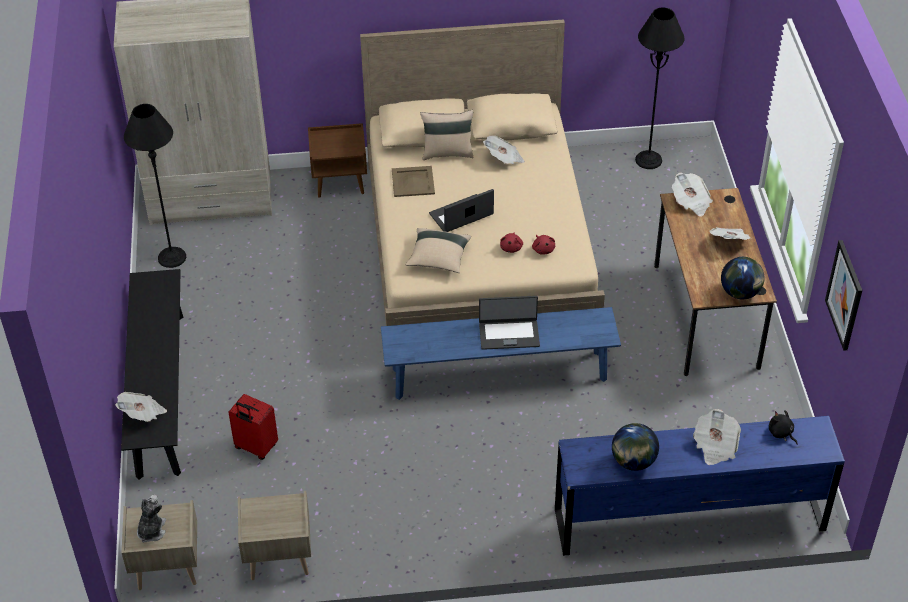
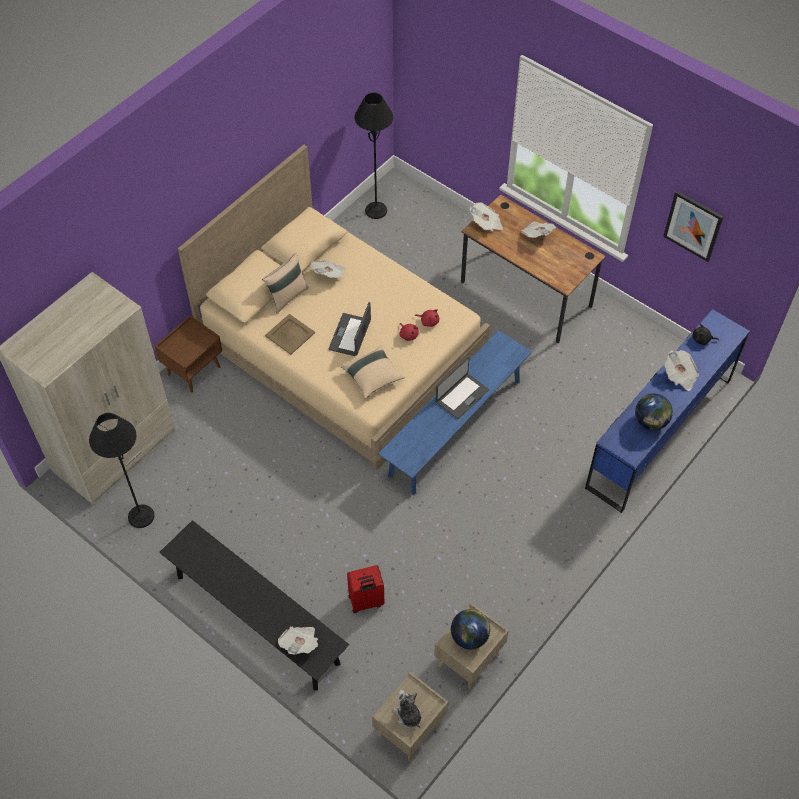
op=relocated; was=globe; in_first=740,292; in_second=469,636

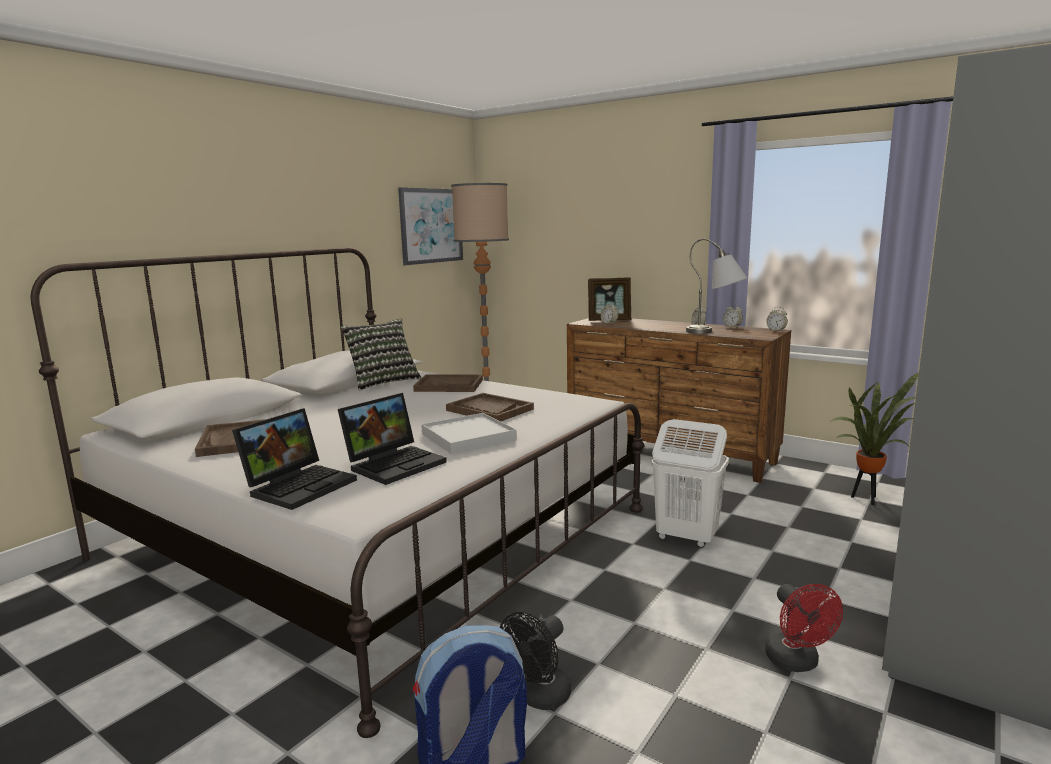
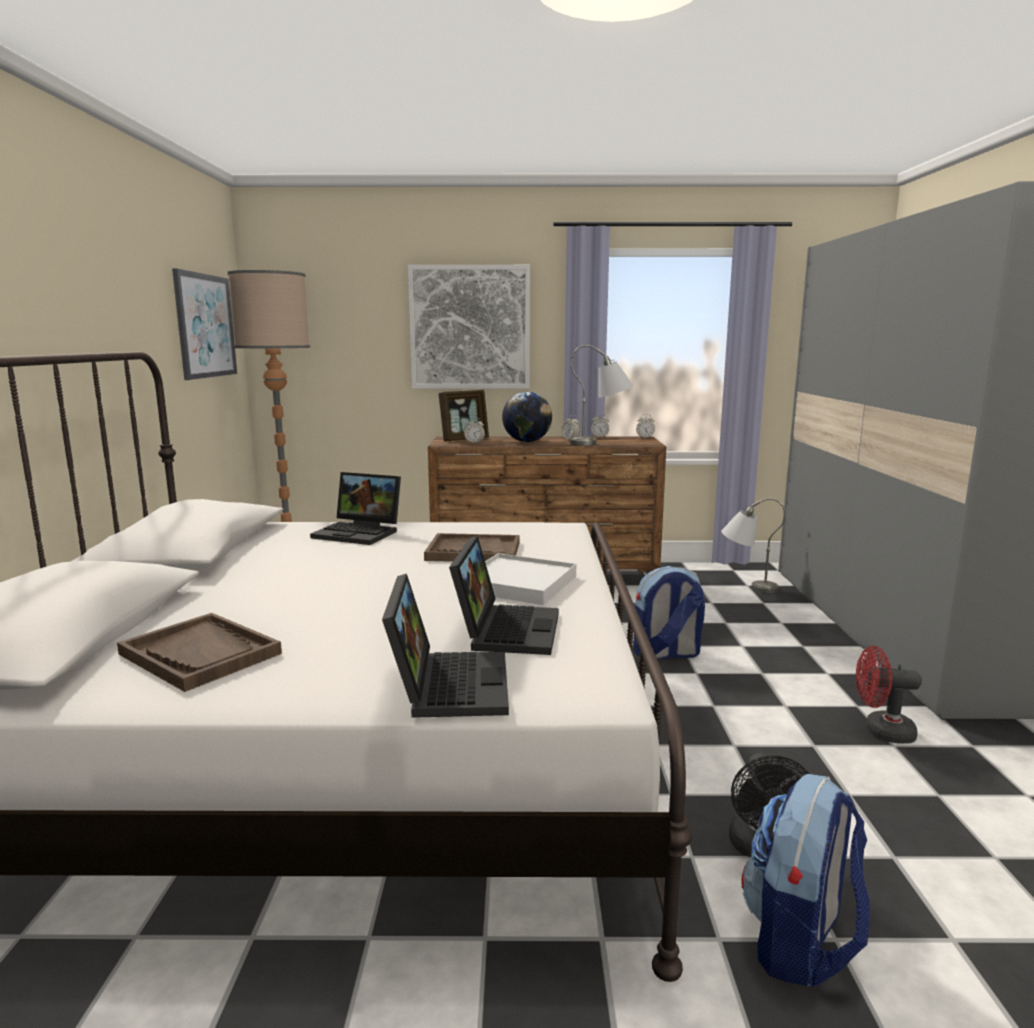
op=missing; was=pillow; in_first=383,382
op=appeared; now=picture; in_second=470,327
op=appeared; now=globe; in_second=527,441
op=exchanged; was=brown tray; now=laptop; in_first=449,385; in_second=360,533
op=exchanged; was=white laundry basket; now=backpack; in_first=686,538; in_second=666,654
op=exchanged; was=potted plant; now=grey table lamp; in_first=868,499; in_second=746,586
op=spun; was=red fan; in_first=797,663; in_second=881,731; clockwise=150

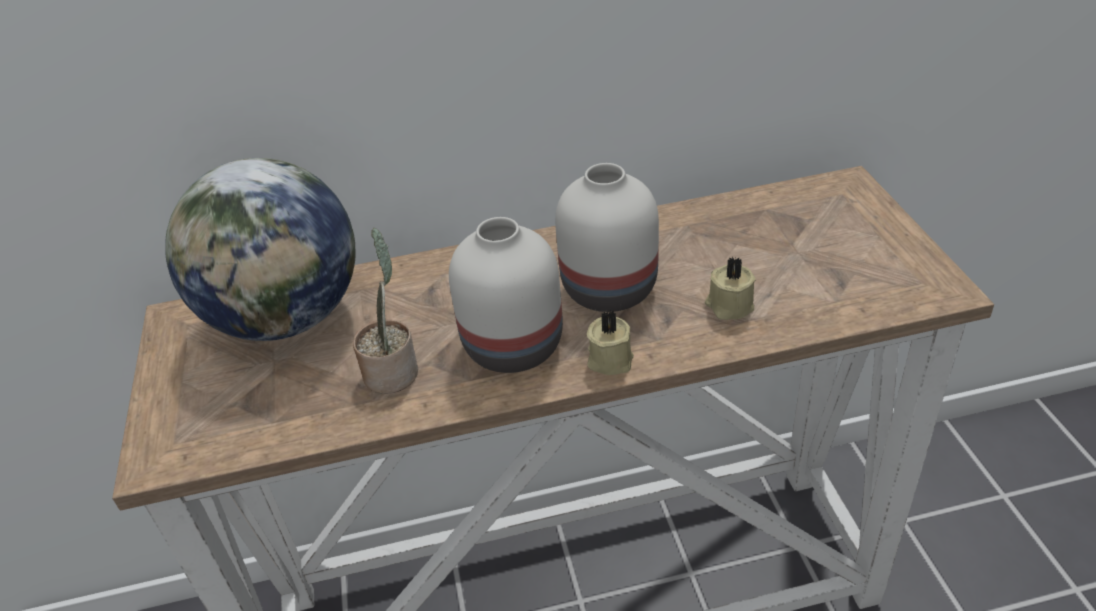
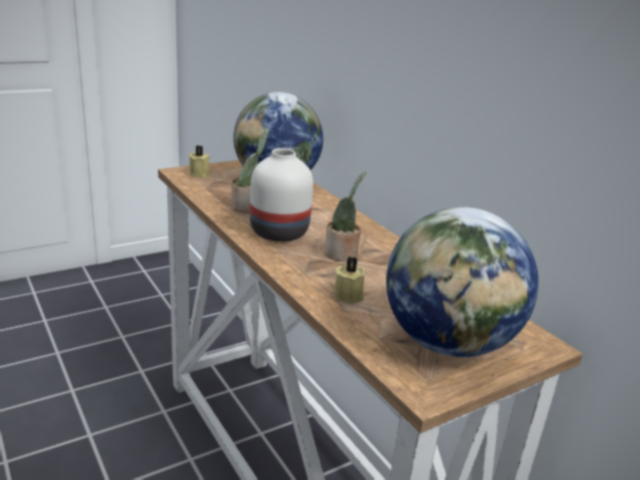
op=appeared; now=globe; in_second=448,343
op=relocated; was=beige candle; in_first=609,359; in_second=200,174
op=exchanged; was=white vase; now=potted plant; in_first=608,290; in_second=342,254

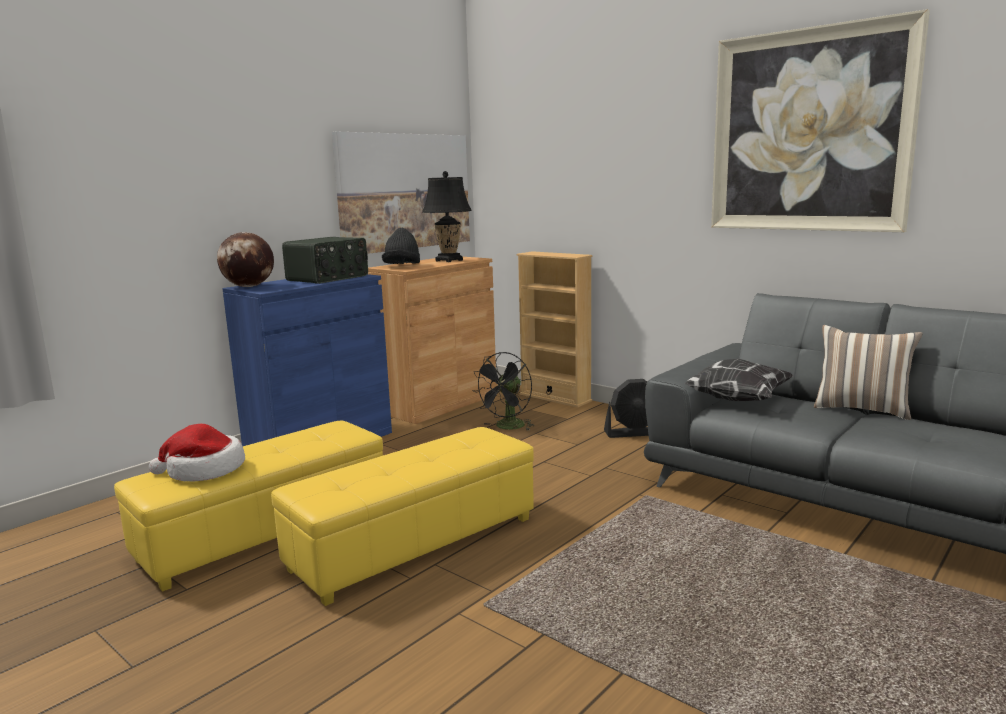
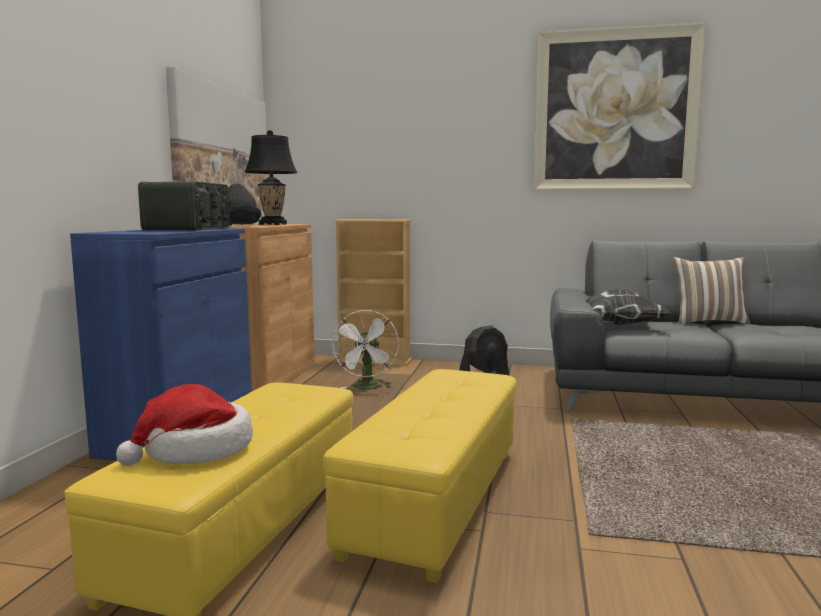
op=missing; was=globe; in_first=249,286
op=colour; was=black fan; now=white fan; in_first=507,427; in_second=367,388

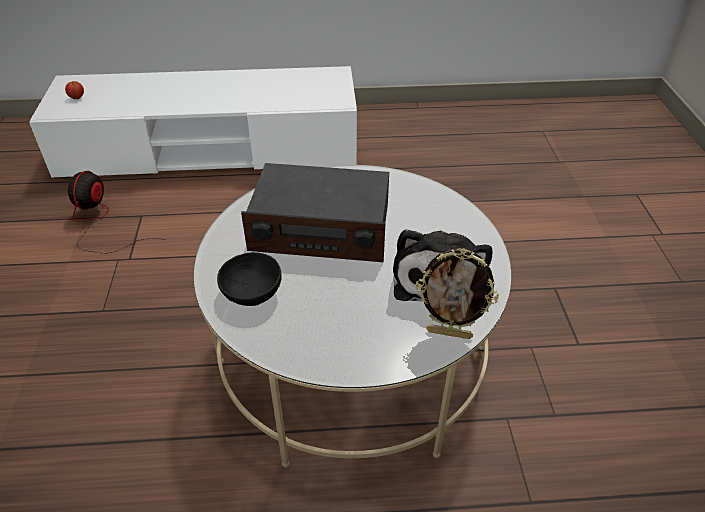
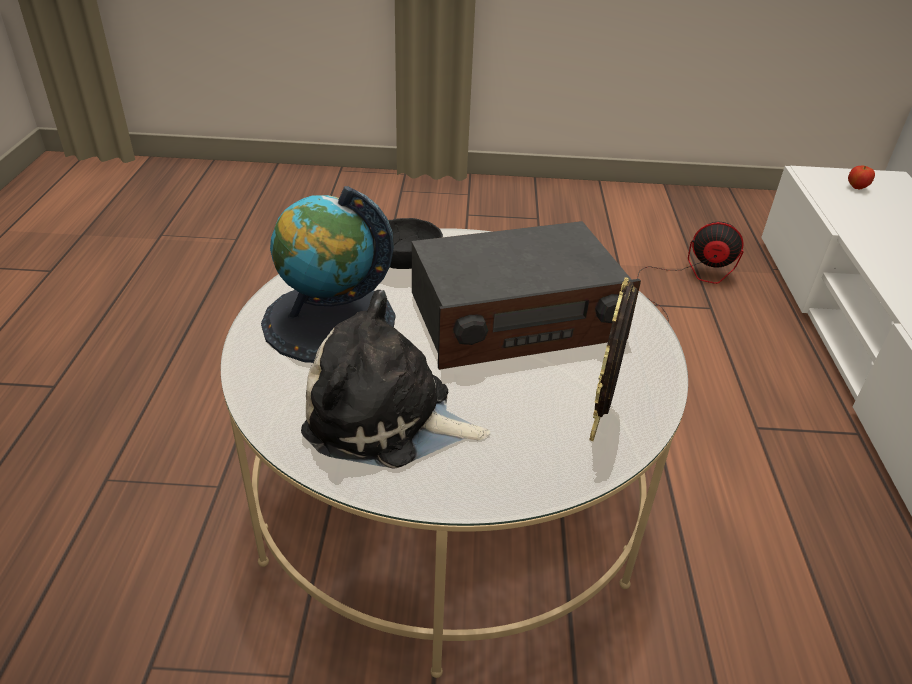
op=appeared; now=globe; in_second=329,321
op=relocated; was=picture frame; in_first=449,333; in_second=599,422
op=spun; was=radio; in_first=321,229; in_second=515,318; clockwise=-120

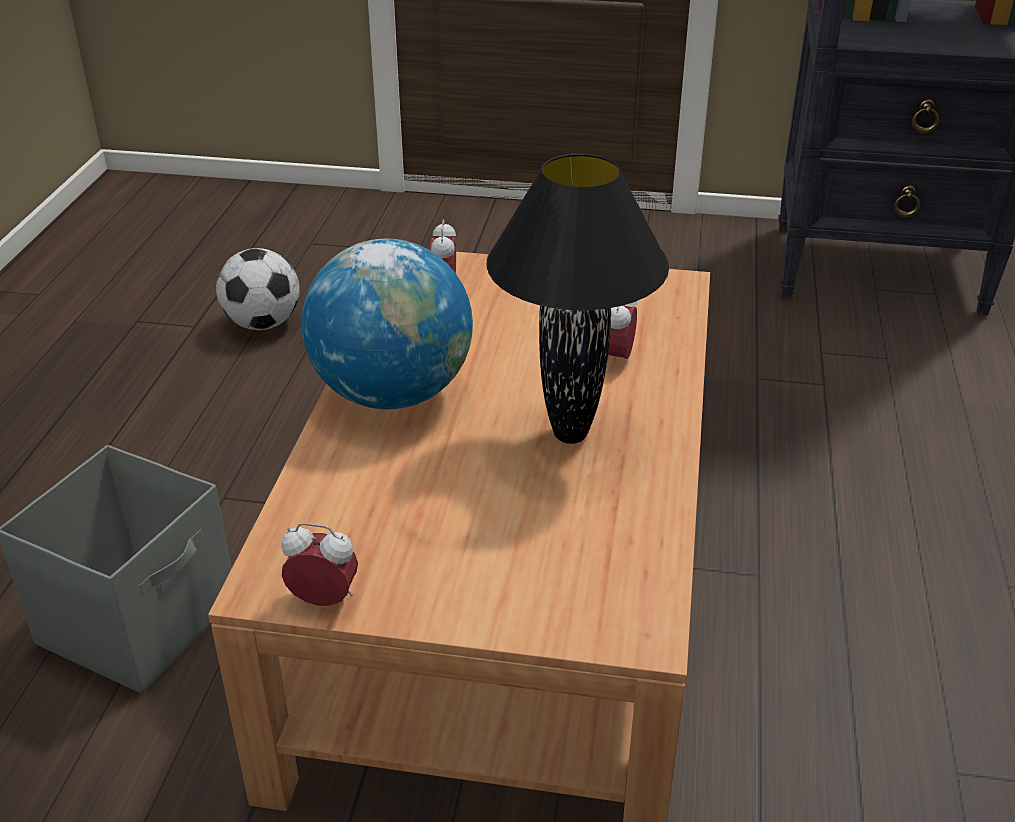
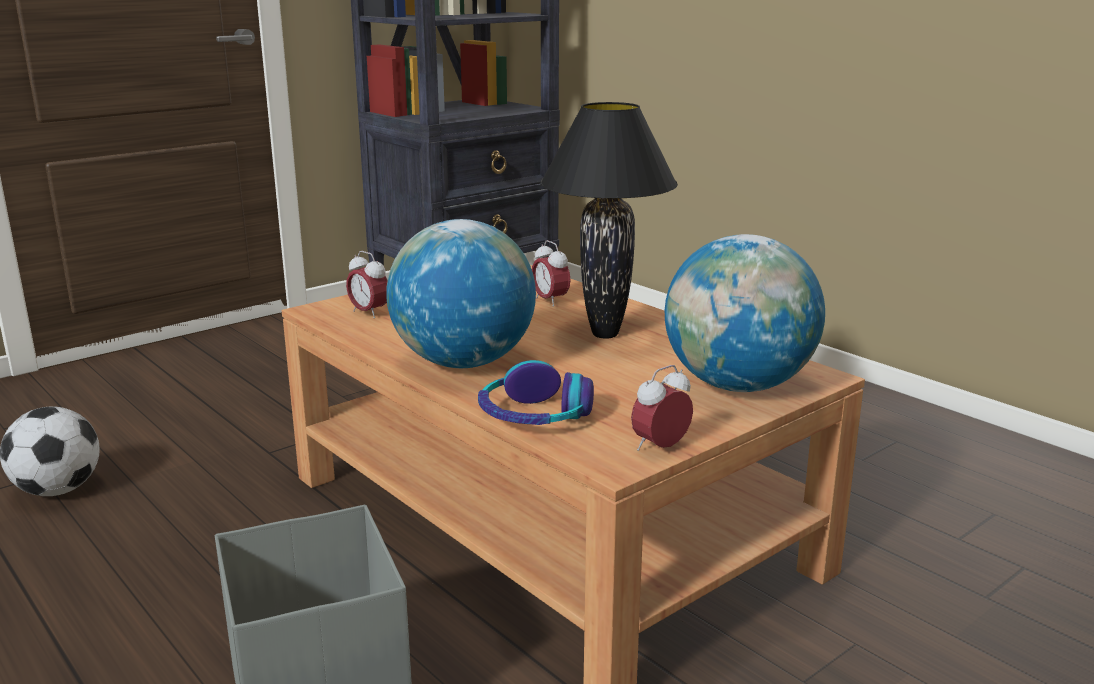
op=appeared; now=headphones; in_second=534,416
op=appeared; now=globe; in_second=738,385

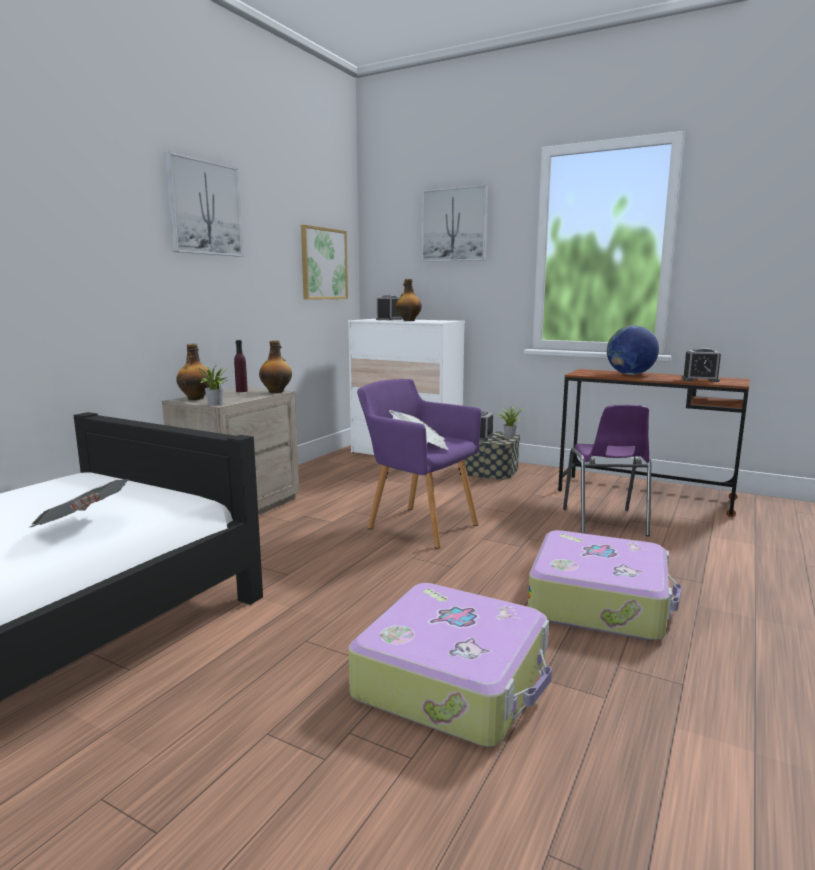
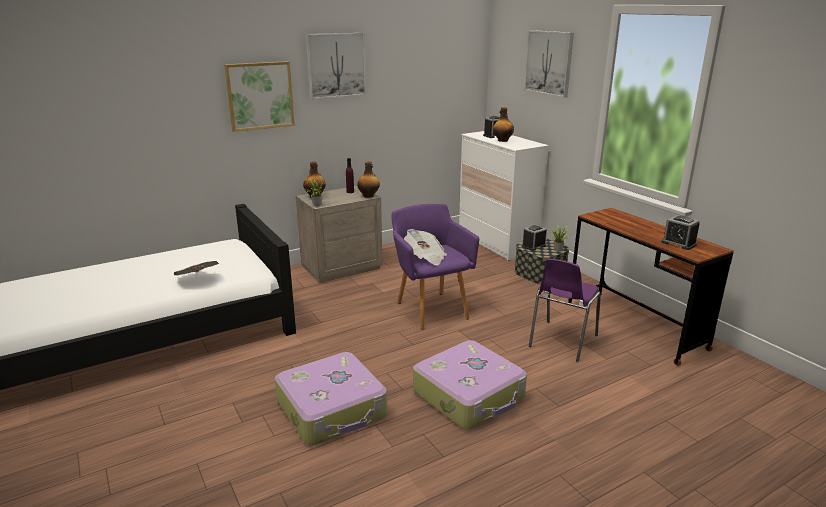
op=missing; was=globe; in_first=630,374
op=relocated; was=picture; in_first=323,264; in_second=260,96

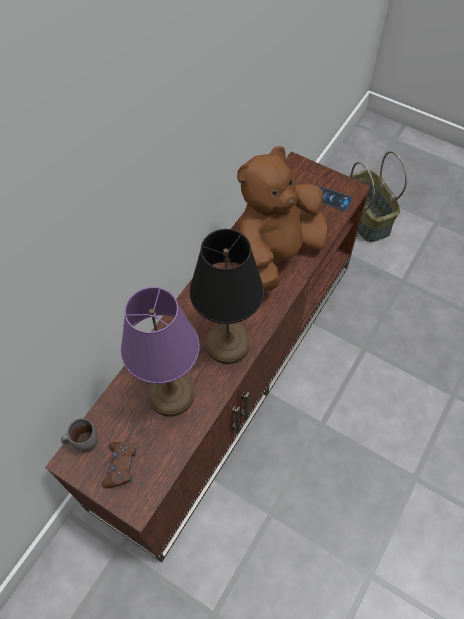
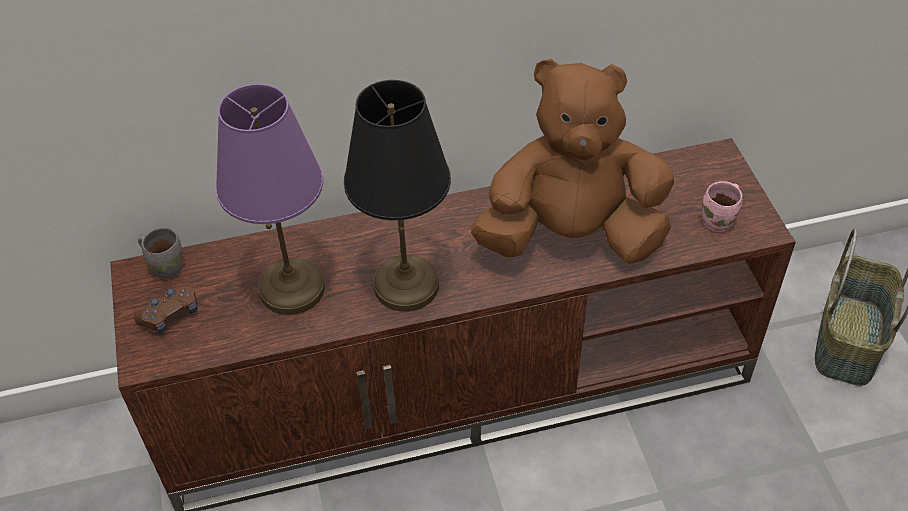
op=exchanged; was=phone; now=pink mug; in_first=331,198; in_second=720,221

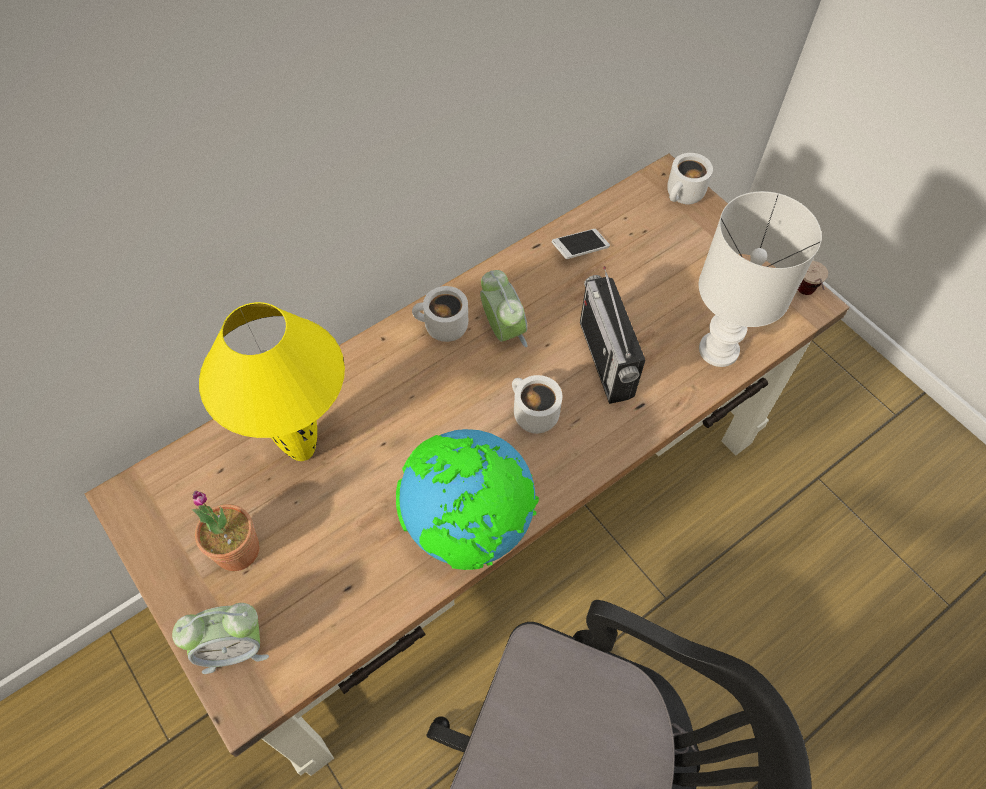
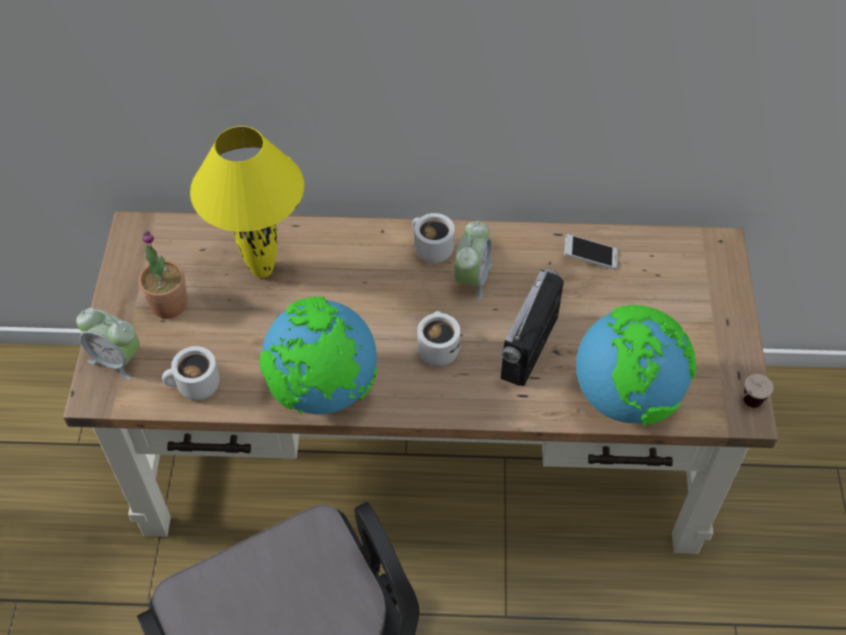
op=relocated; was=white mug; in_first=684,196; in_second=195,387
op=exchanged; was=white table lamp; now=globe; in_first=717,349; in_second=626,396

